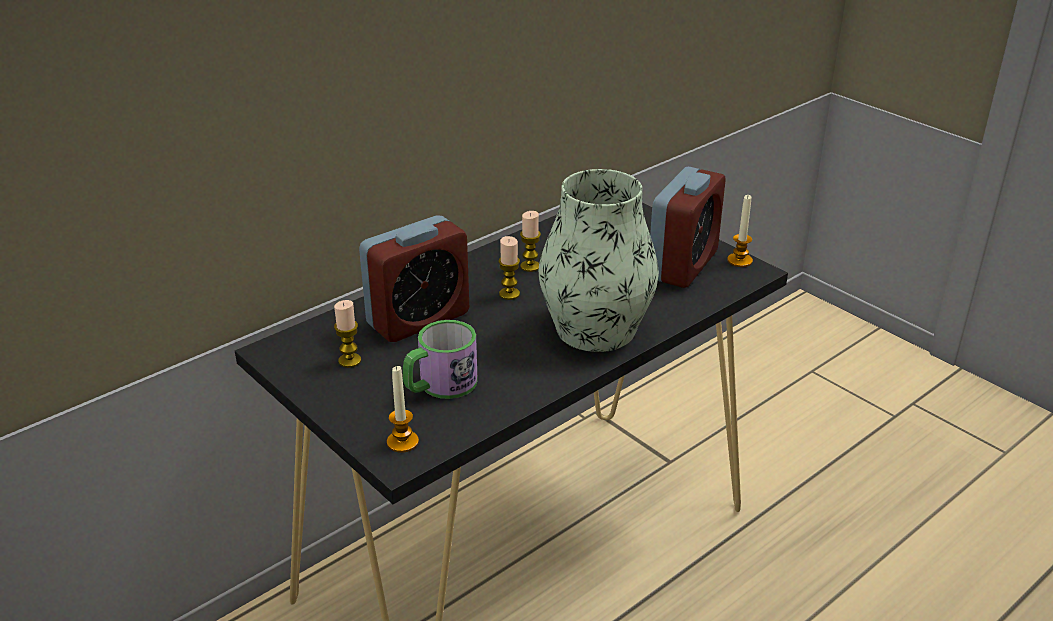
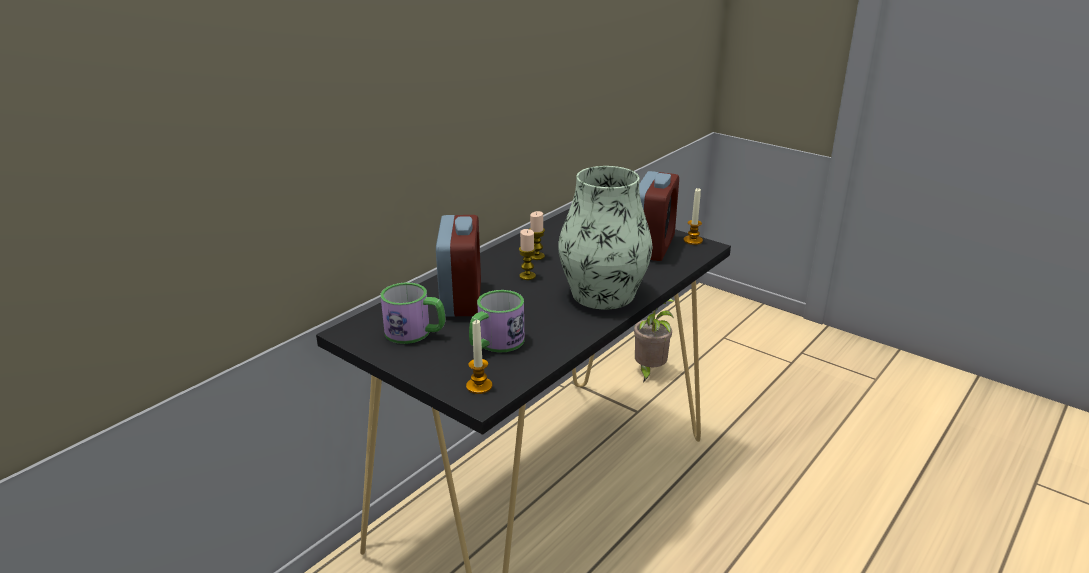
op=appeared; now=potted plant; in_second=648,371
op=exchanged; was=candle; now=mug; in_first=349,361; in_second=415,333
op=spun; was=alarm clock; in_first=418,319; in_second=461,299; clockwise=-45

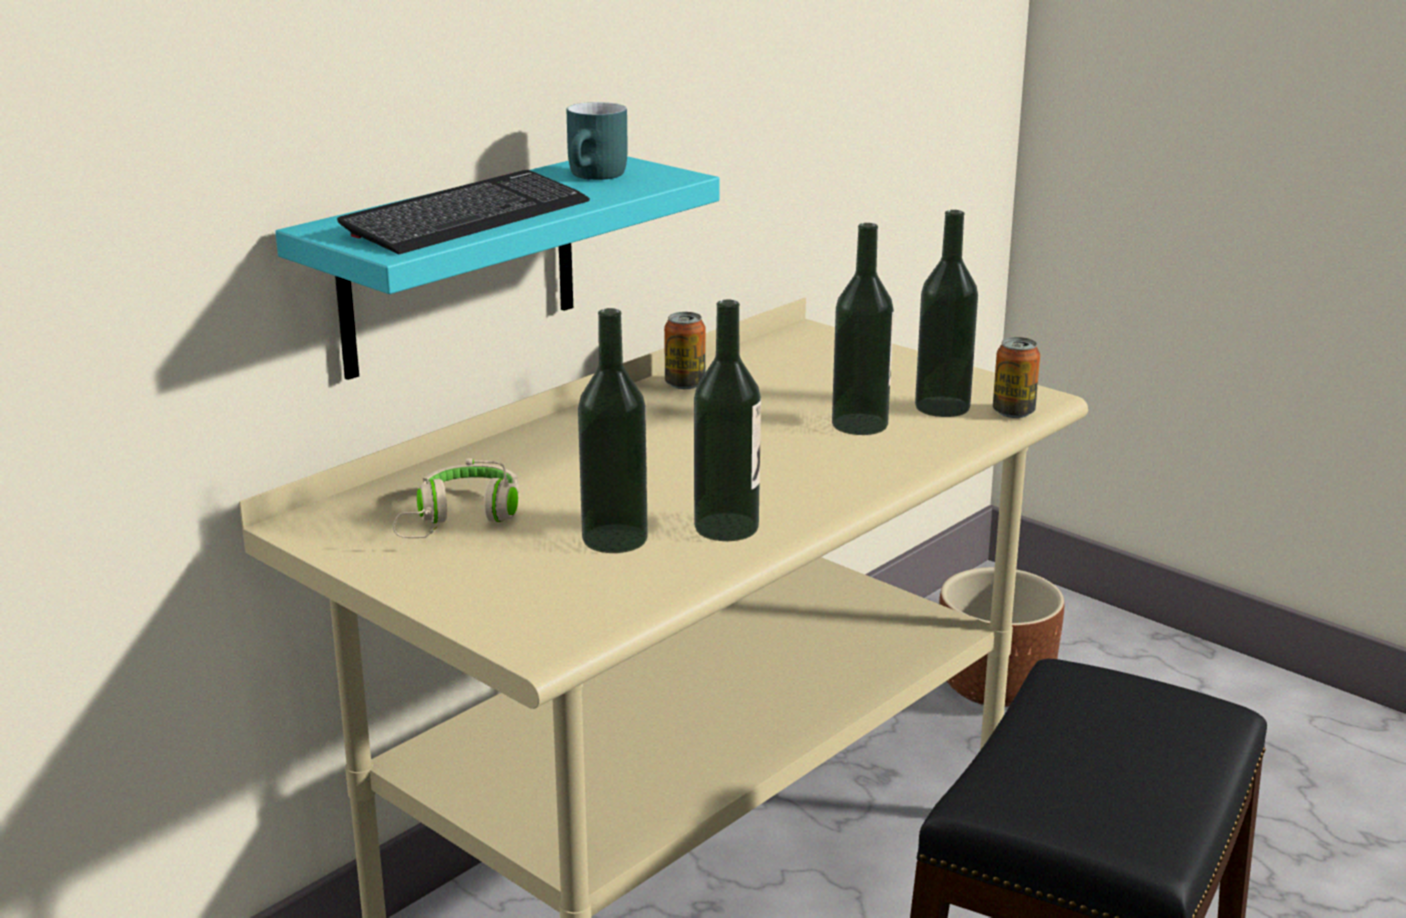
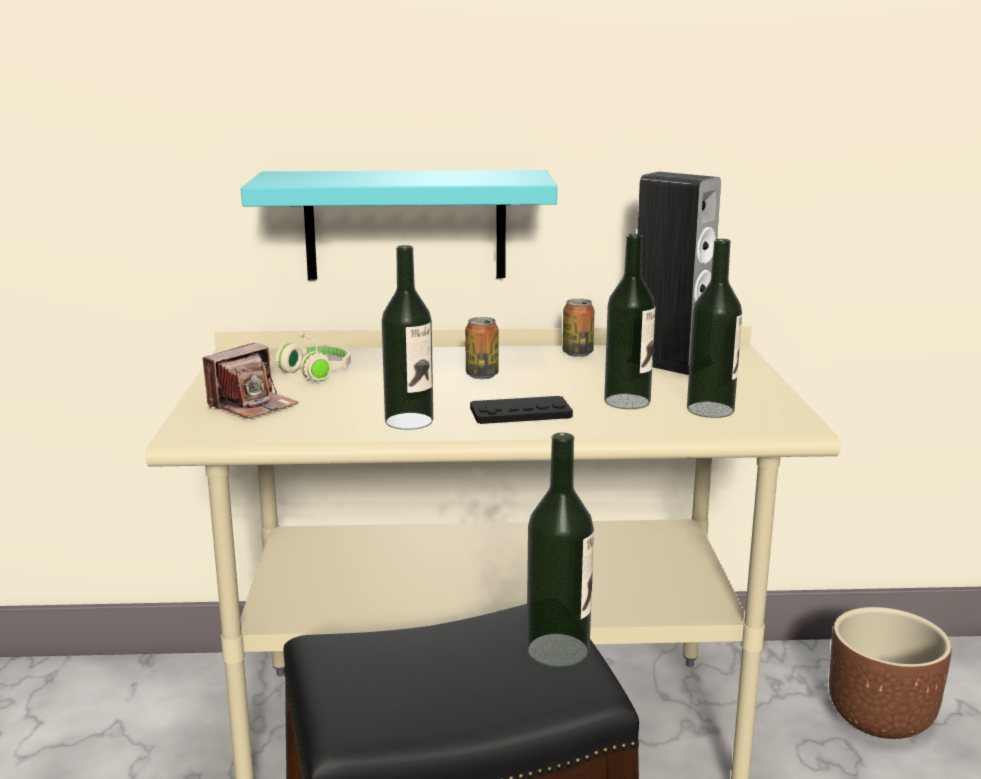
op=missing; was=keyboard; in_first=467,218
op=missing; was=turquoise mug; in_first=598,176
op=appeared; now=photo camera; in_second=252,405
op=appeared; now=black game controller; in_second=520,412
op=appeared; now=speaker; in_second=670,362
op=relocated; was=bottle; in_first=615,538; in_second=558,650
op=relocated; was=can; in_first=1013,412; in_second=482,375

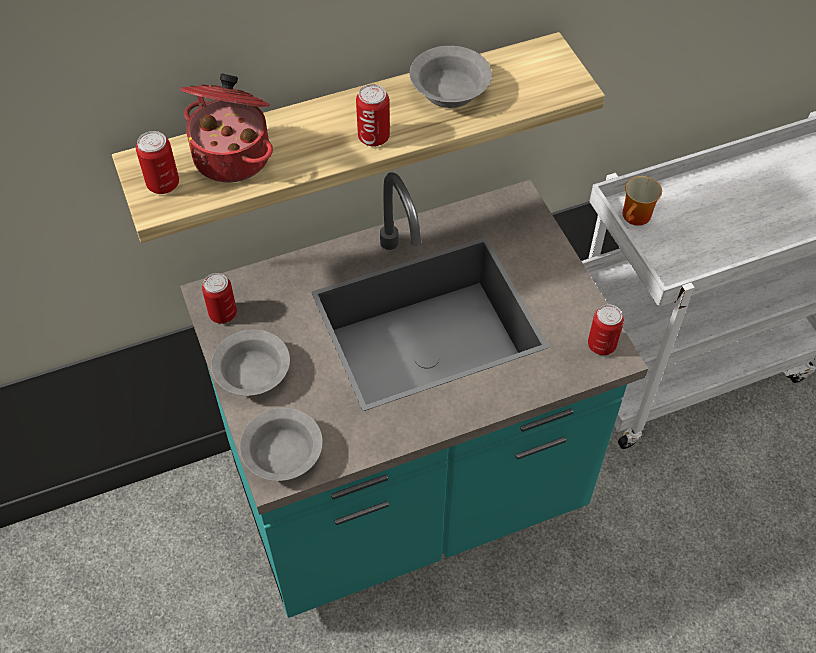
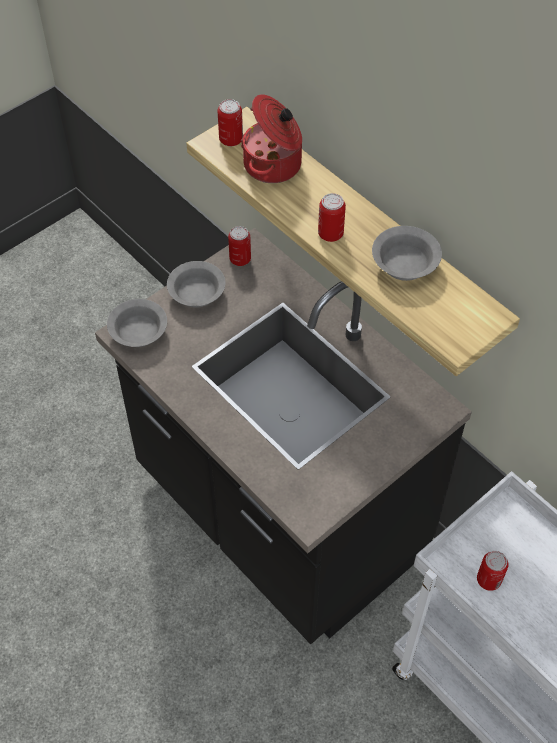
op=missing; was=mug; in_first=637,218
op=relocated; was=can; in_first=601,345; in_second=488,580
op=colour; was=turquoise counter; now=black counter; in_first=408,495; in_second=278,515

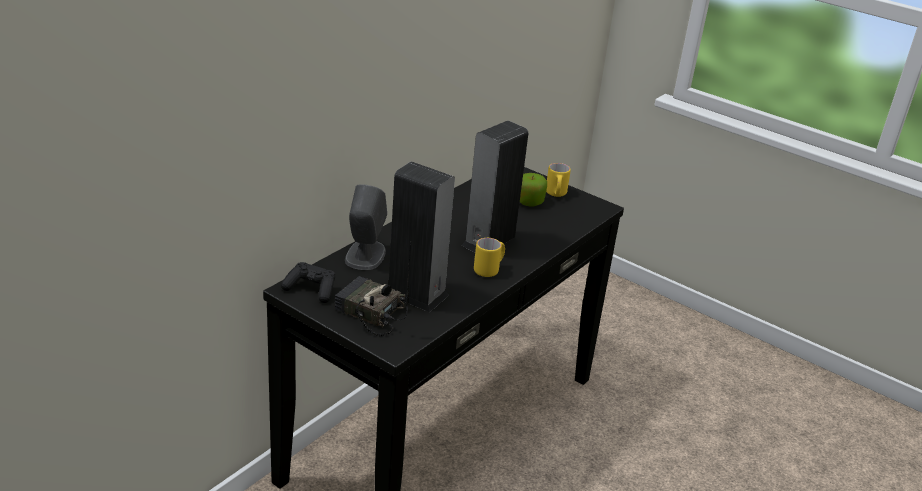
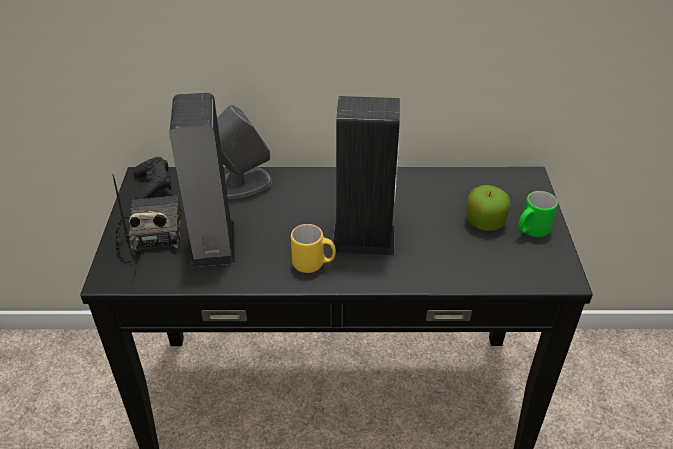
op=colour; was=yellow mug; now=green mug; in_first=556,194; in_second=530,231

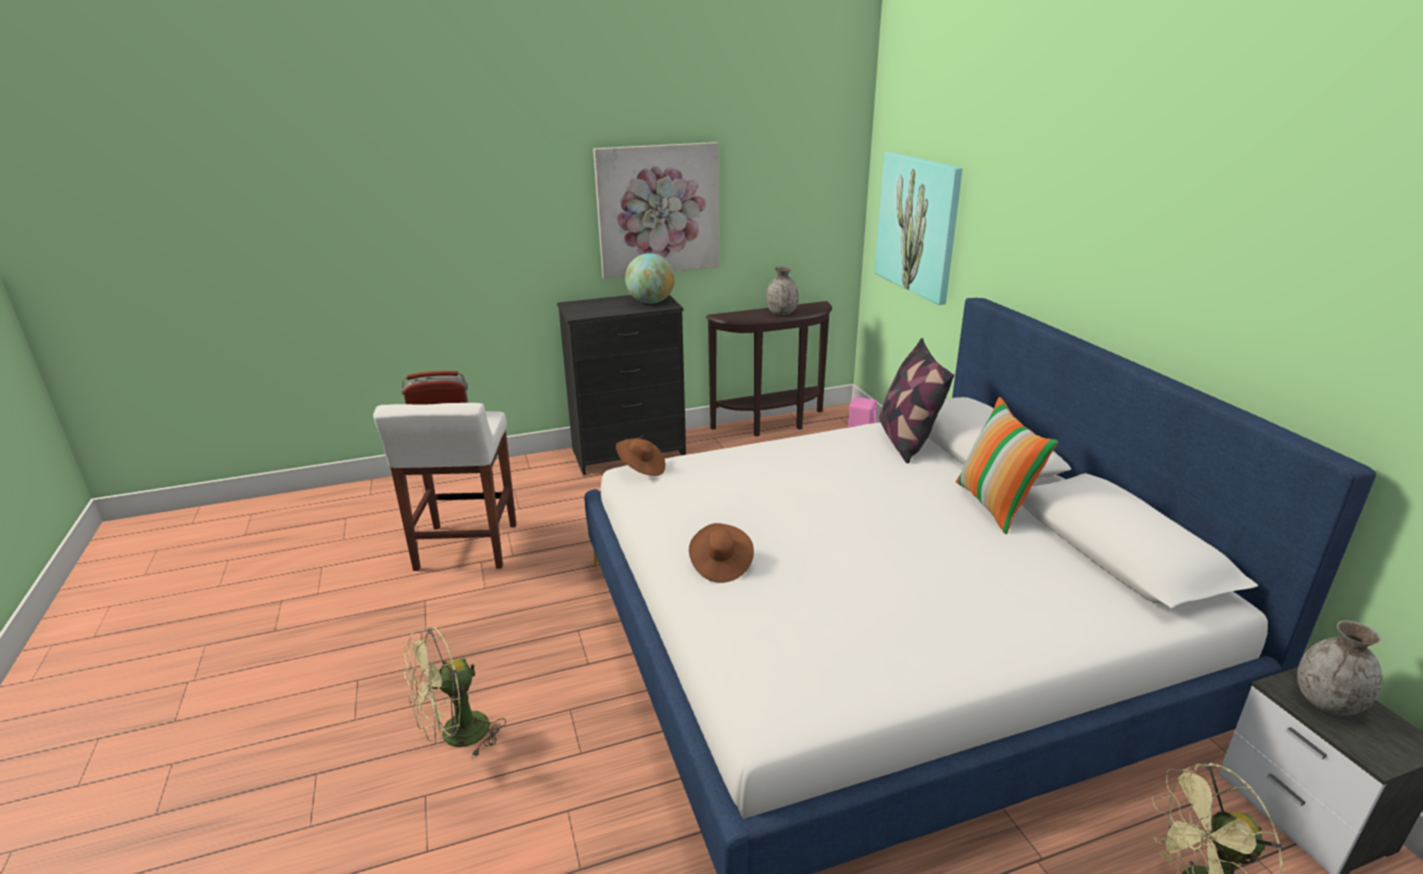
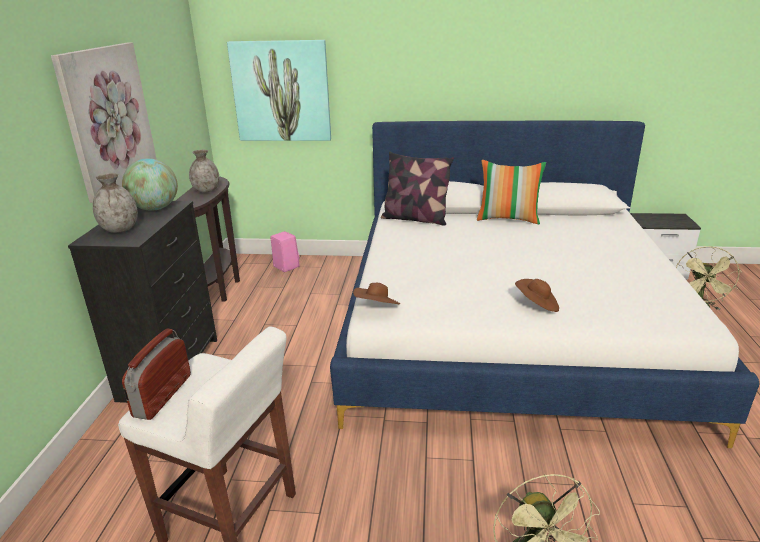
op=relocated; was=grey vase; in_first=1327,703; in_second=120,229

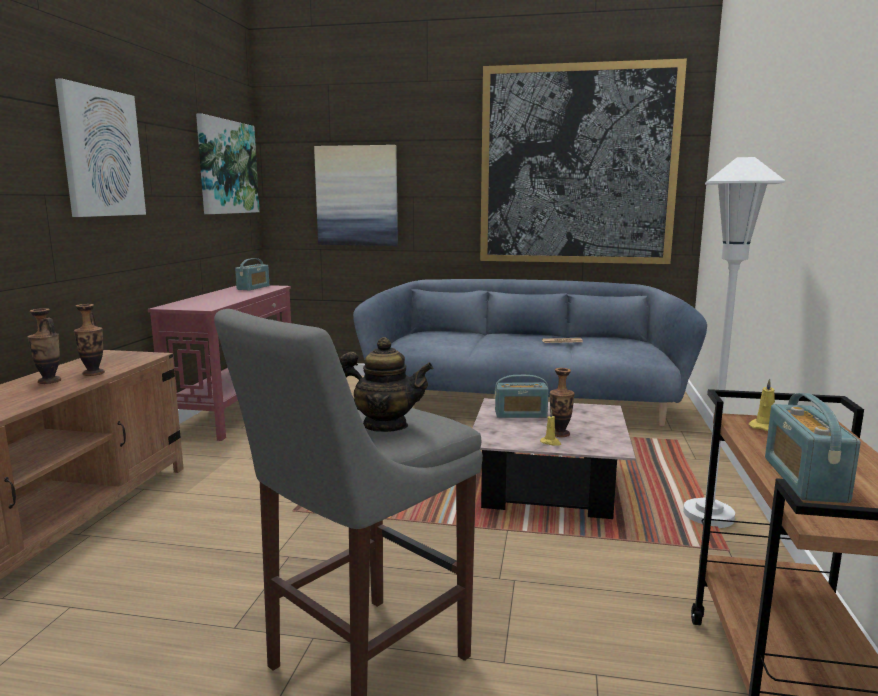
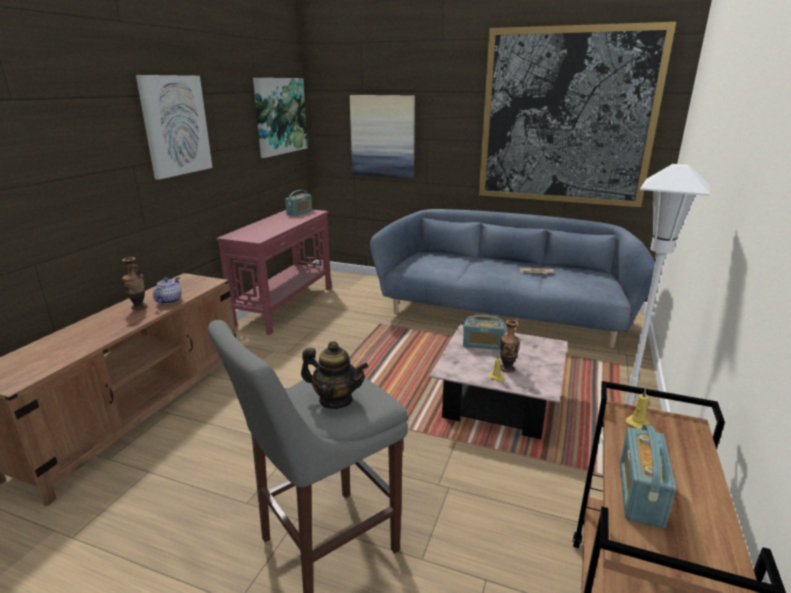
op=exchanged; was=vase; now=teapot; in_first=93,373; in_second=169,300

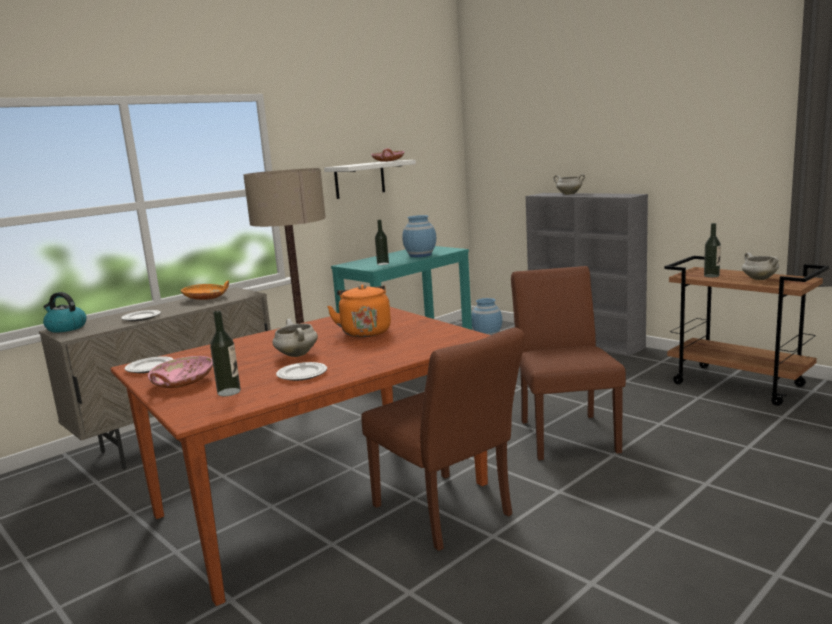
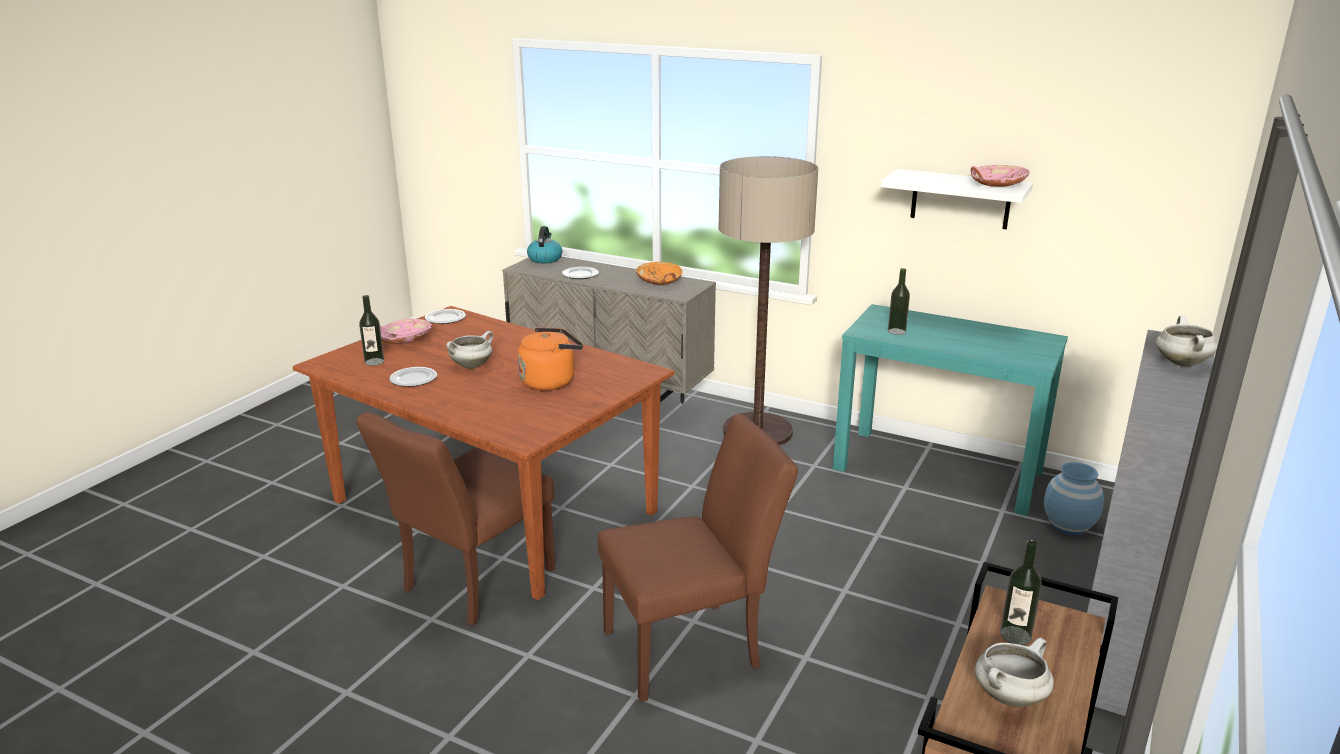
op=missing; was=blue vase; in_first=420,255

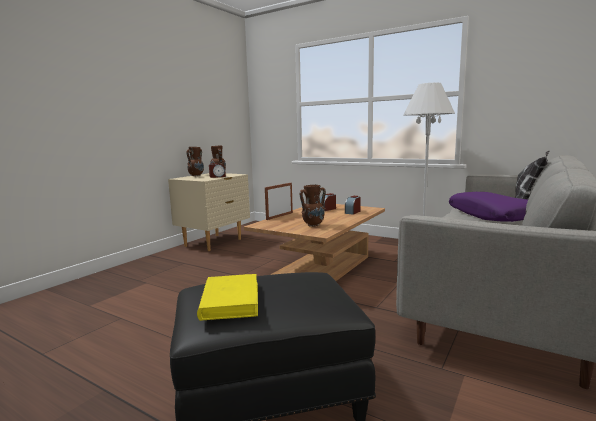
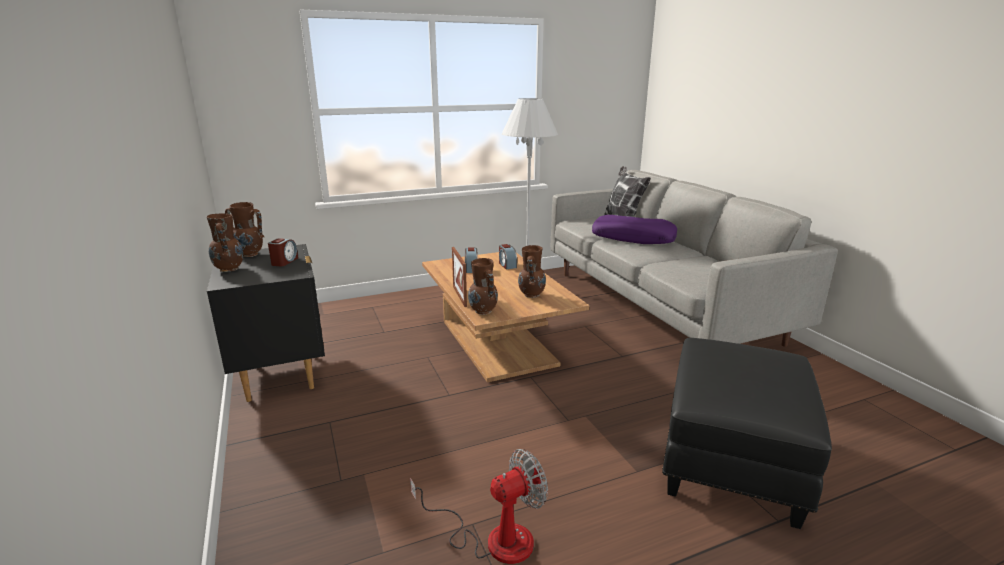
op=missing; was=yellow book; in_first=230,300
op=appeared; now=fan; in_second=493,538
op=appeared; now=brown vase; in_second=483,311
op=colour; was=beige nightstand; now=black nightstand; in_first=214,243; in_second=281,374

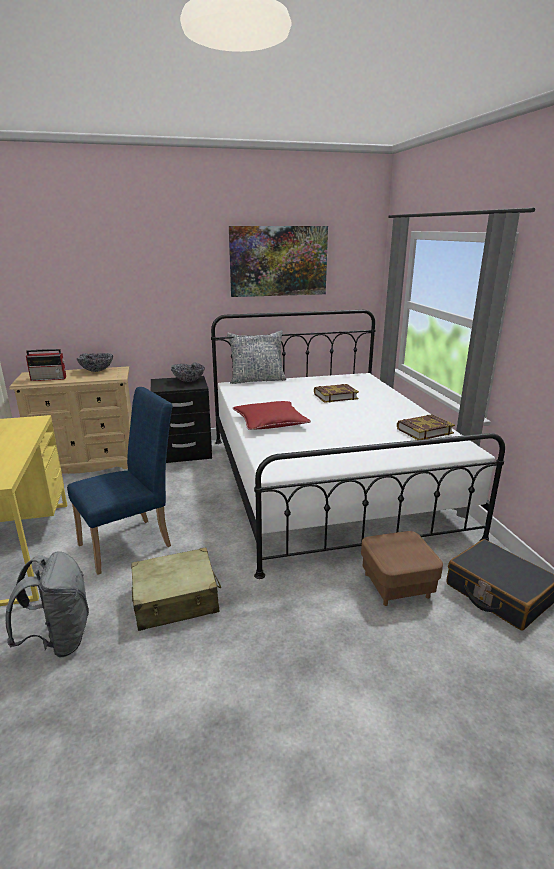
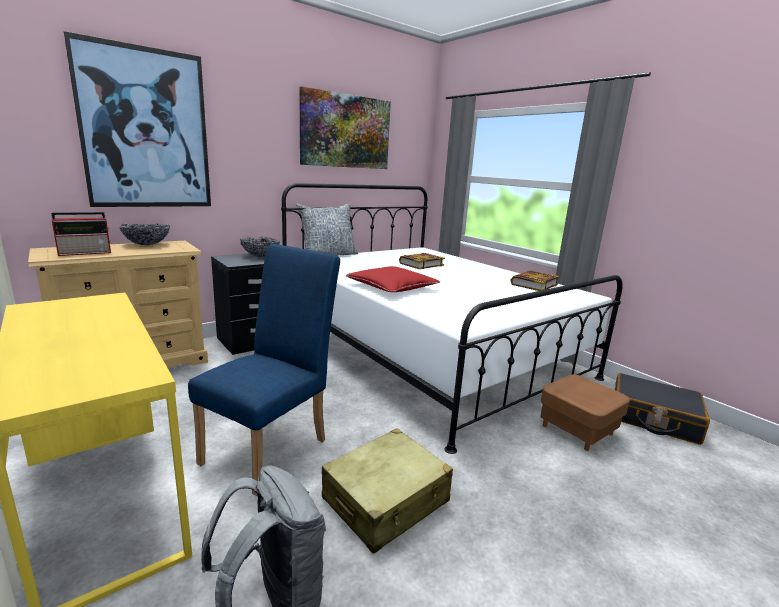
op=appeared; now=picture; in_second=146,130

